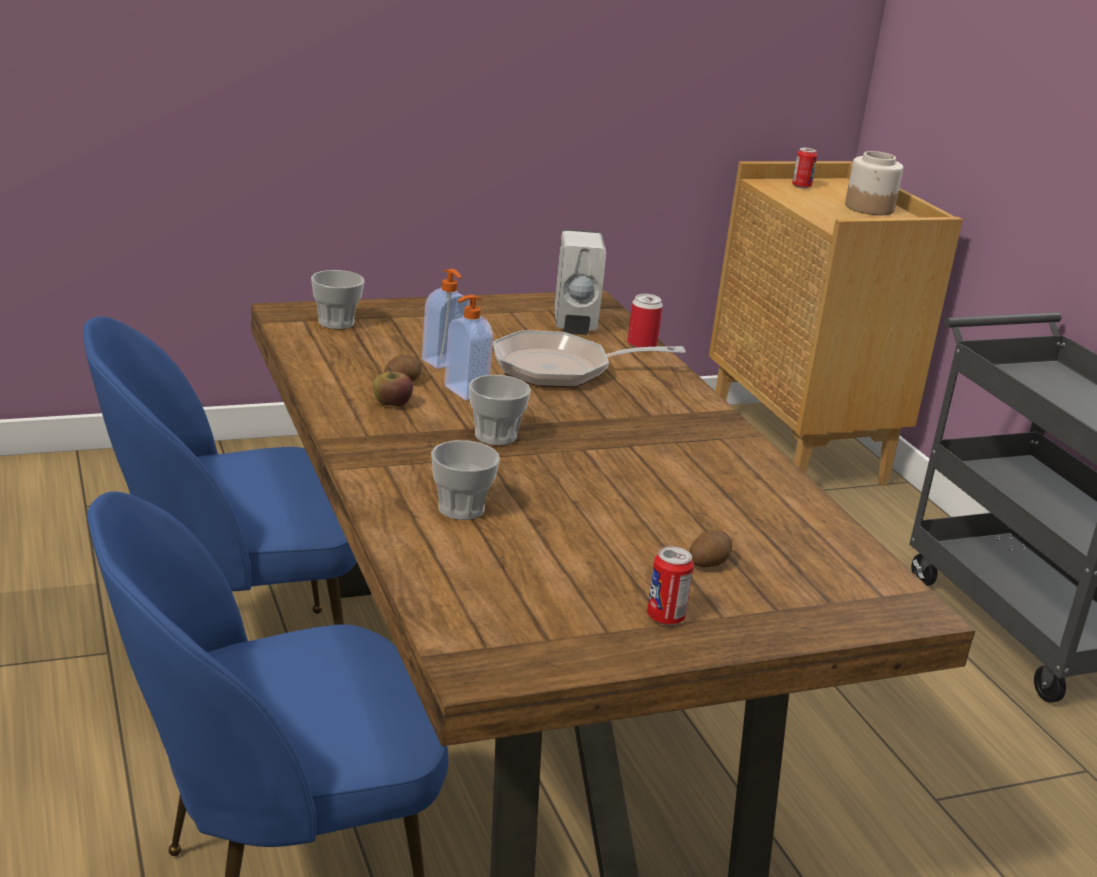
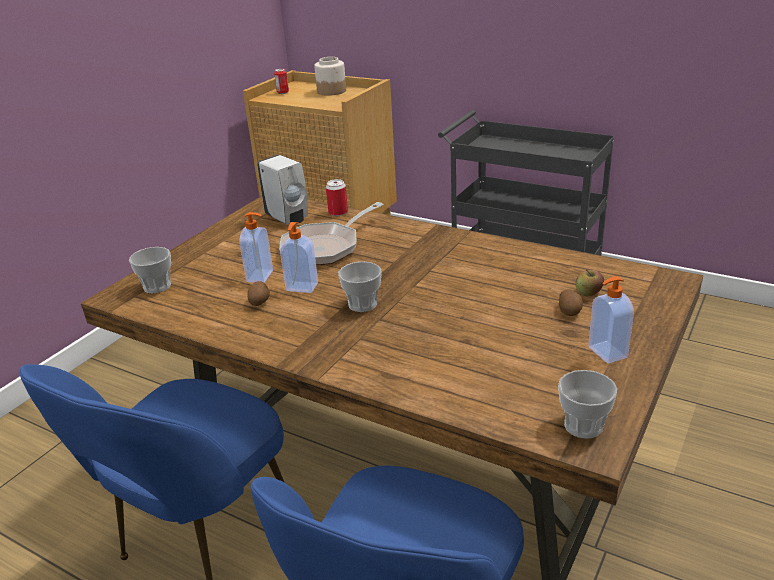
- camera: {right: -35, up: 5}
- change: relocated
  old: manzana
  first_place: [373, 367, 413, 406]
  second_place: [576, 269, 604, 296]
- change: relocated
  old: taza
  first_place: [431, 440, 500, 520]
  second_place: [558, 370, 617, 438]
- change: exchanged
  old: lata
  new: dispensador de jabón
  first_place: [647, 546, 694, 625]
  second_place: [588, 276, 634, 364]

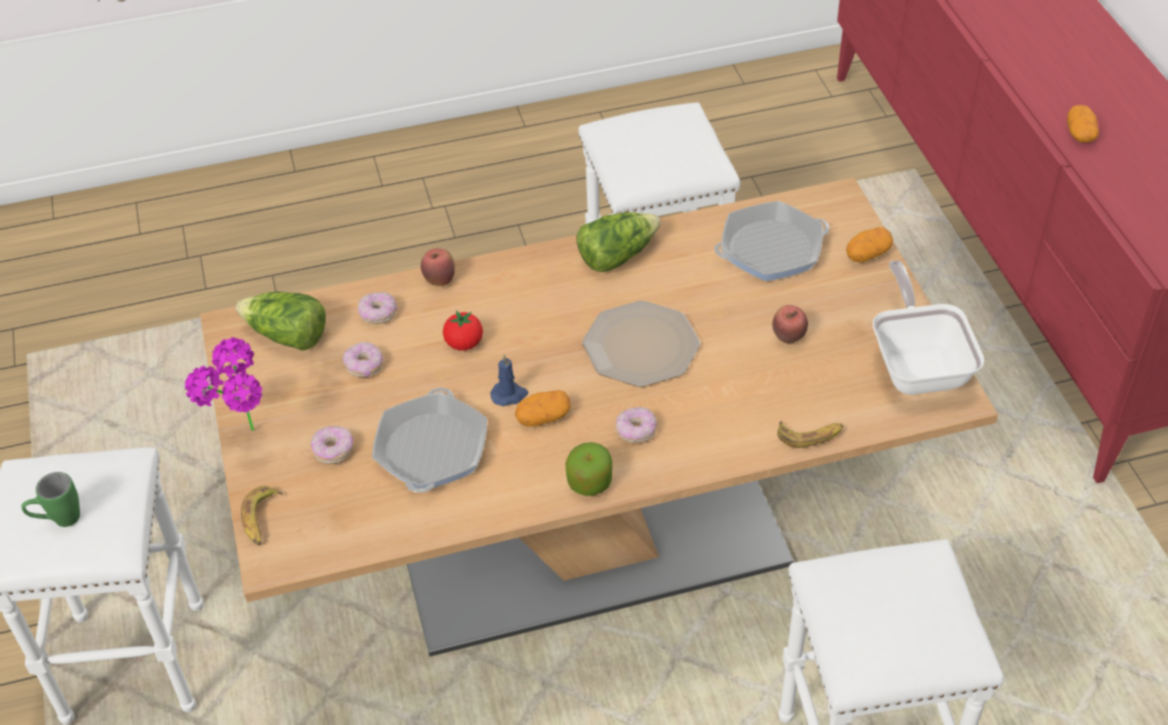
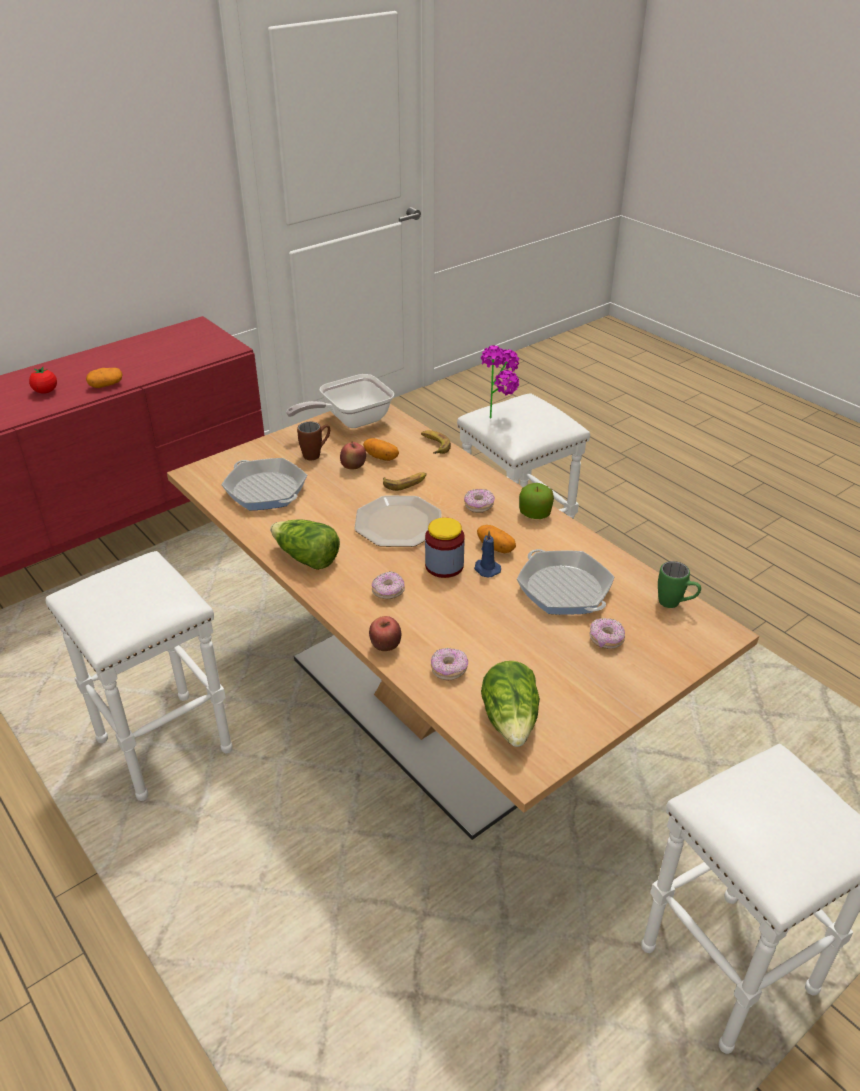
- camera: {right: -115, up: -10}
- change: relocated
  old: patata
  first_place: [846, 227, 893, 263]
  second_place: [363, 438, 399, 461]
- change: relocated
  old: tomate
  first_place: [443, 310, 483, 351]
  second_place: [29, 367, 57, 394]
- change: relocated
  old: planta en maceta
  first_place: [185, 337, 263, 431]
  second_place: [481, 345, 519, 418]
- change: relocated
  old: rosquilla
  first_place: [343, 342, 384, 378]
  second_place: [372, 571, 405, 599]
- change: spun
  old: sartén
  first_place: [372, 388, 487, 493]
  second_place: [517, 549, 614, 615]
  degrees: 75
- change: relocated
  old: taza grande/verde
  first_place: [21, 472, 80, 527]
  second_place: [658, 561, 701, 608]
- change: relocated
  old: plátano
  first_place: [241, 486, 283, 545]
  second_place: [383, 472, 427, 491]
- change: appeared
  new: taza grande/marrón
  second_place: [297, 422, 330, 460]
- change: appeared
  new: tarro
  second_place: [425, 517, 465, 578]

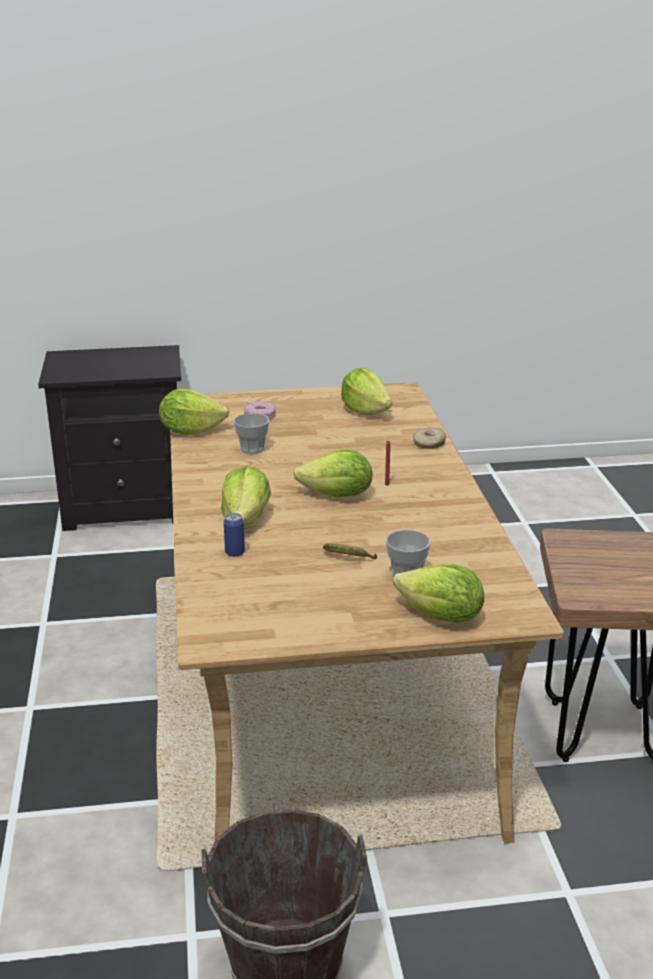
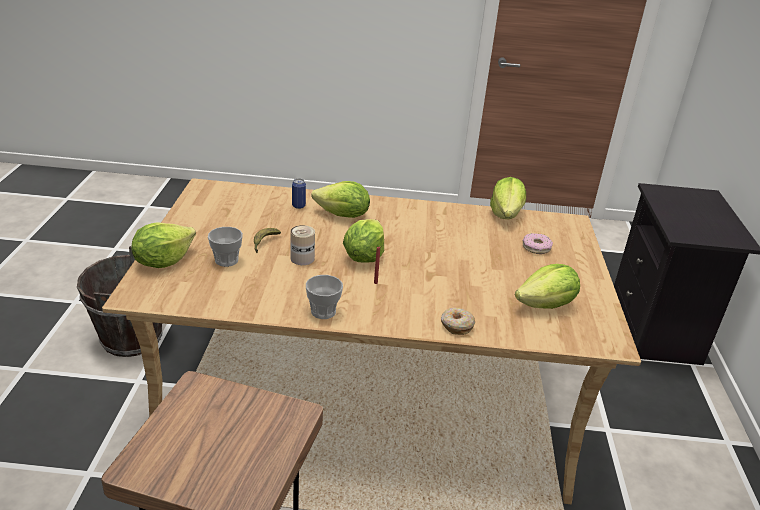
- camera: {right: 100, up: 5}
- change: relocated
  old: taza
  first_place: [233, 413, 270, 454]
  second_place: [306, 275, 343, 319]
- change: appeared
  new: lata
  second_place: [291, 225, 315, 265]

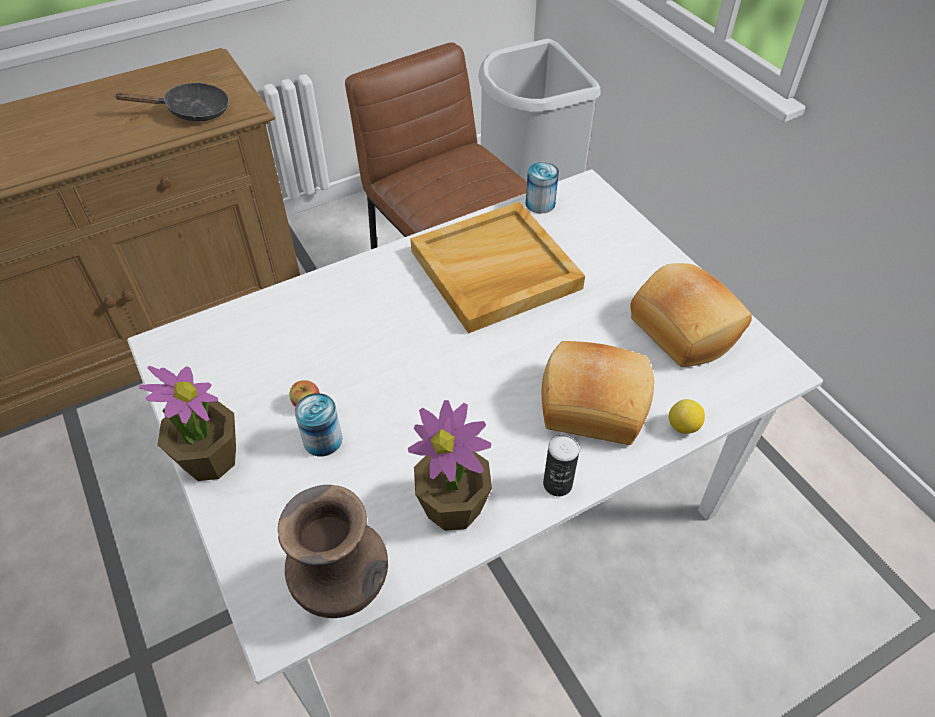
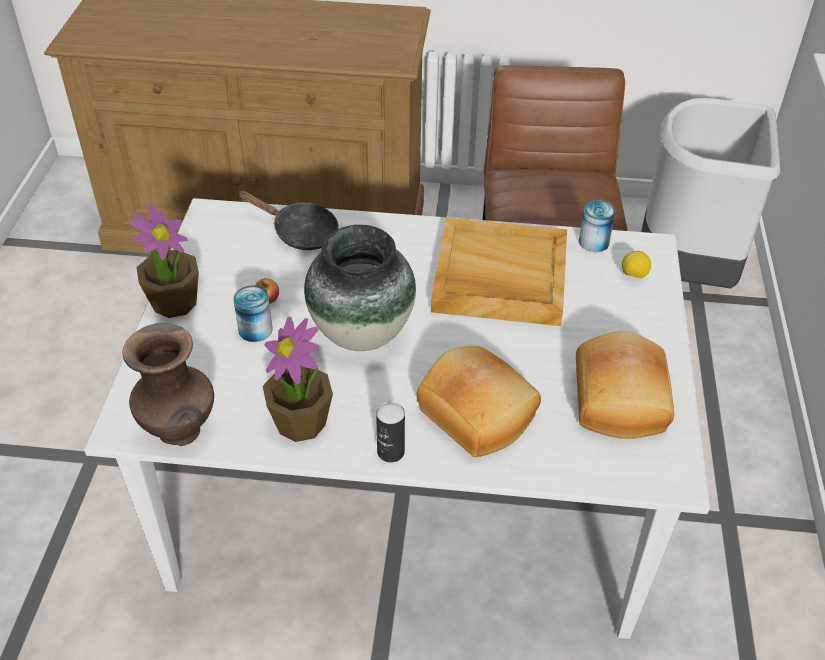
- camera: {right: 35, up: -5}
- change: relocated
  old: sartén/negro
  first_place: [113, 82, 229, 121]
  second_place: [238, 191, 338, 250]
- change: relocated
  old: limón
  first_place: [669, 399, 705, 434]
  second_place: [622, 251, 651, 279]
- change: appeared
  new: florero
  second_place: [304, 225, 416, 351]

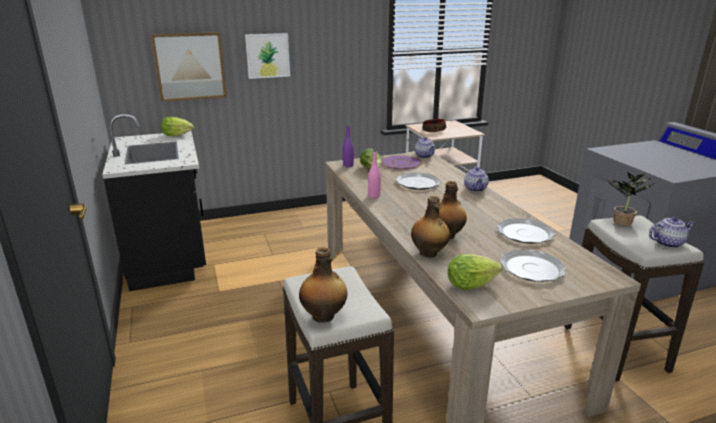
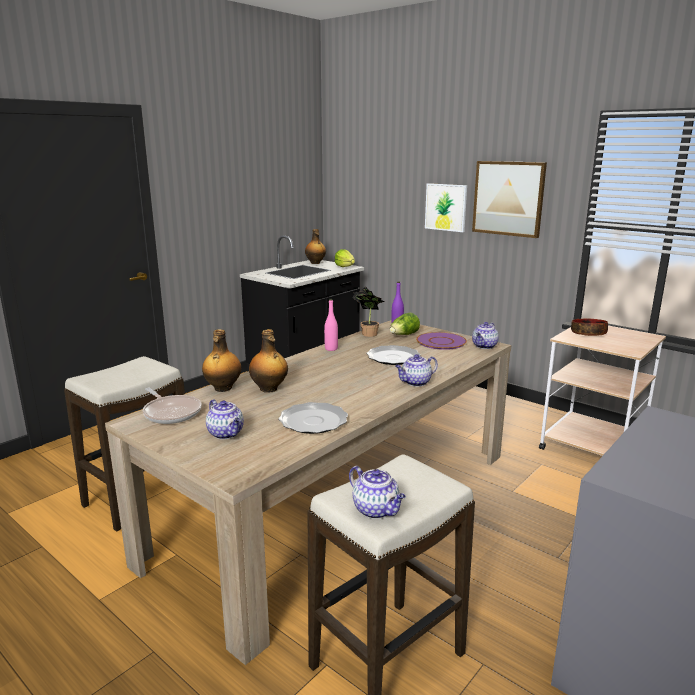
- camera: {right: 60, up: -5}
- change: relocated
  old: cuadro
  first_place: [151, 32, 226, 102]
  second_place: [472, 161, 547, 238]
- change: relocated
  old: planta en maceta
  first_place: [607, 172, 655, 226]
  second_place: [352, 287, 385, 337]
- change: relocated
  old: botella
  first_place: [299, 247, 347, 323]
  second_place: [305, 229, 326, 264]
- change: exchanged
  old: plato
  new: tetera
  first_place: [500, 249, 566, 282]
  second_place: [206, 399, 244, 439]
- change: exchanged
  old: lechuga
  new: sartén
  first_place: [448, 254, 502, 290]
  second_place: [143, 388, 202, 424]

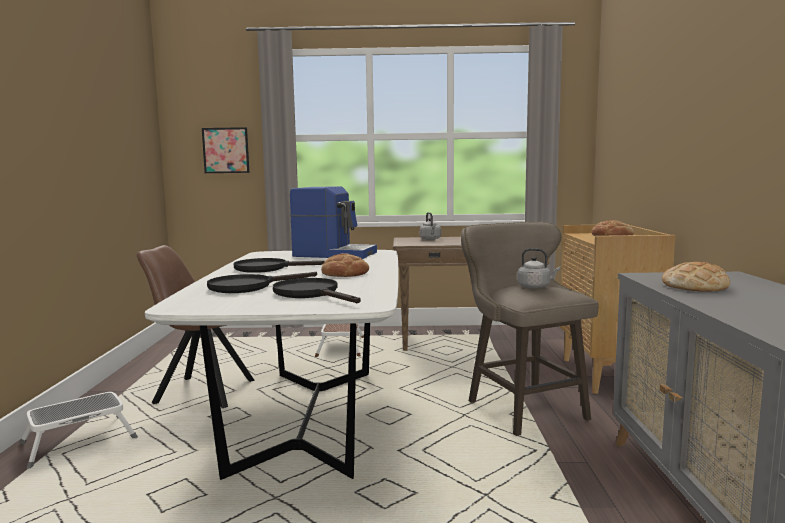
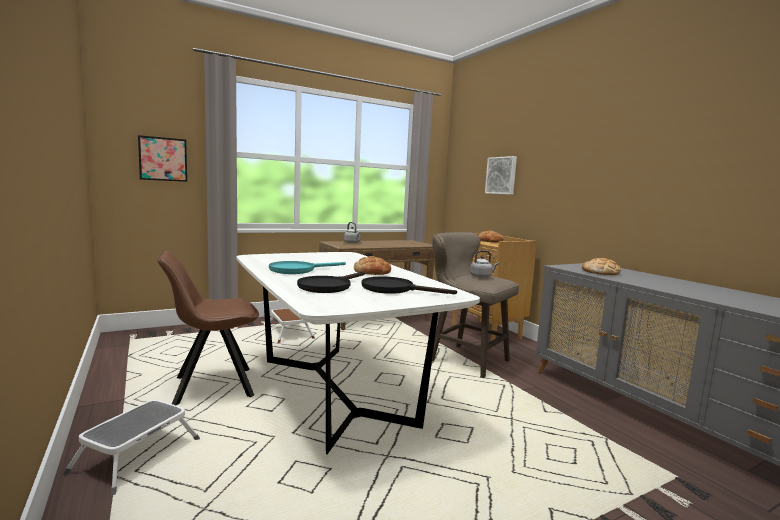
- camera: {right: -30, up: 0}
- change: missing
  old: cafetera
  first_place: [290, 187, 377, 259]
- change: colour
  old: sartén/negro
  new: sartén/turquesa
  first_place: [234, 258, 325, 273]
  second_place: [269, 261, 346, 274]
- change: appeared
  new: cuadro
  second_place: [485, 156, 517, 195]

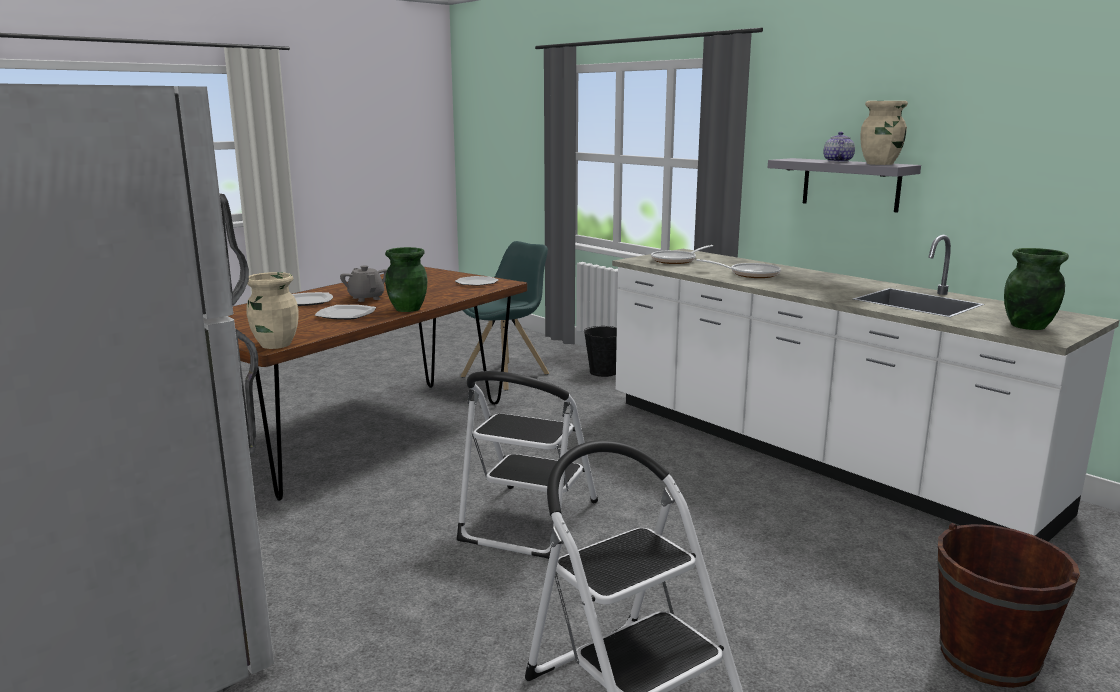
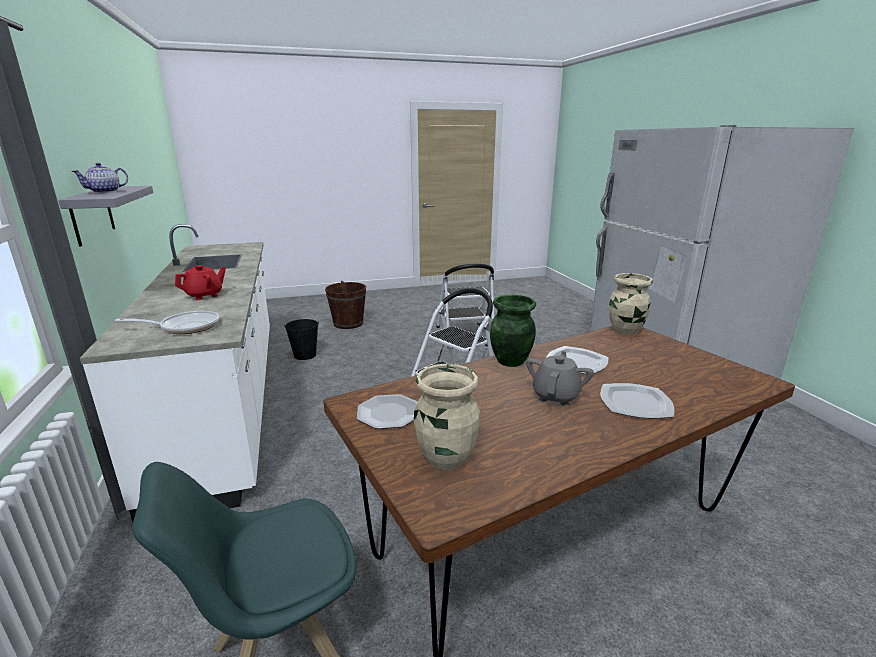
- camera: {right: -155, up: 5}
- change: relocated
  old: florero/beis
  first_place: [861, 101, 908, 165]
  second_place: [414, 364, 480, 470]
- change: missing
  old: florero/verde
  first_place: [1004, 248, 1069, 330]
- change: exchanged
  old: sartén
  new: tetera/rojo
  first_place: [696, 259, 781, 278]
  second_place: [175, 265, 226, 300]
- change: spun
  old: tetera/gris
  first_place: [340, 265, 387, 302]
  second_place: [526, 351, 594, 406]
  degrees: -150
- change: relocated
  old: cubo/negro
  first_place: [584, 326, 617, 377]
  second_place: [285, 319, 319, 360]

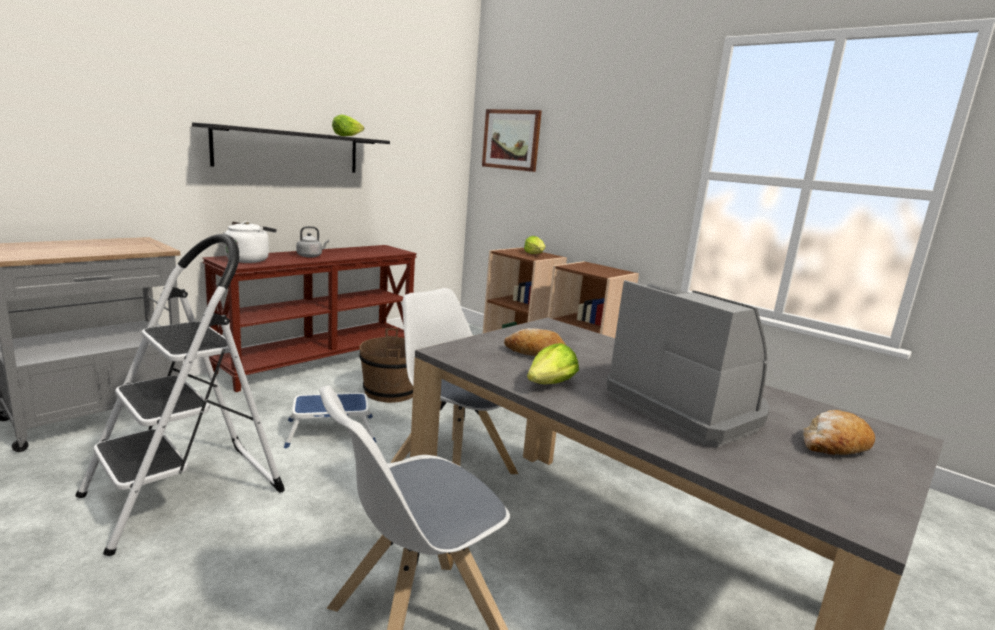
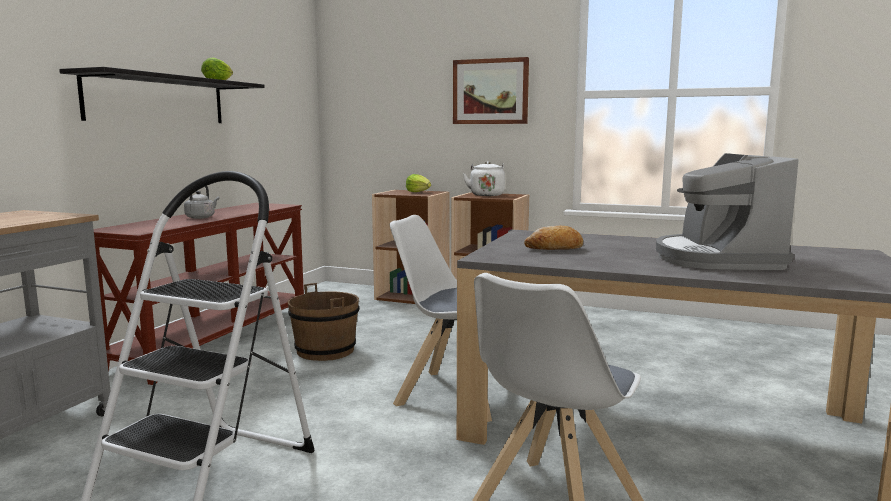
- camera: {right: -20, up: -5}
- change: relocated
  old: cuadro
  first_place: [482, 109, 542, 172]
  second_place: [453, 57, 529, 124]
- change: relocated
  old: hervidor/blanco
  first_place: [223, 221, 277, 263]
  second_place: [463, 161, 505, 196]
- change: spun
  old: cafetera
  first_place: [606, 280, 770, 447]
  second_place: [656, 153, 799, 270]
  degrees: -120
- change: missing
  old: lechuga
  first_place: [527, 343, 579, 384]
- change: missing
  old: escalera de tijera/azul
  first_place: [284, 393, 376, 449]
- change: missing
  old: pan
  first_place: [803, 410, 875, 455]

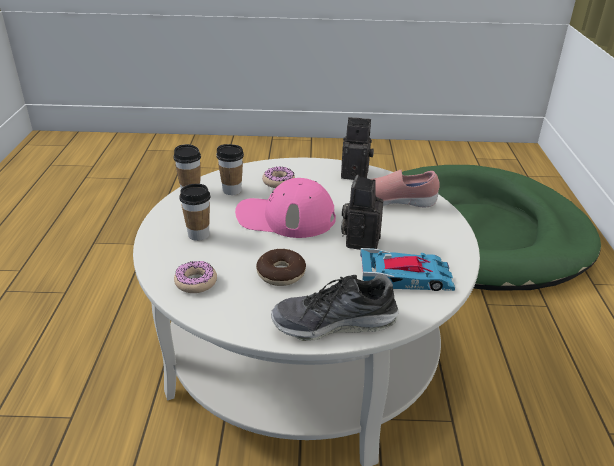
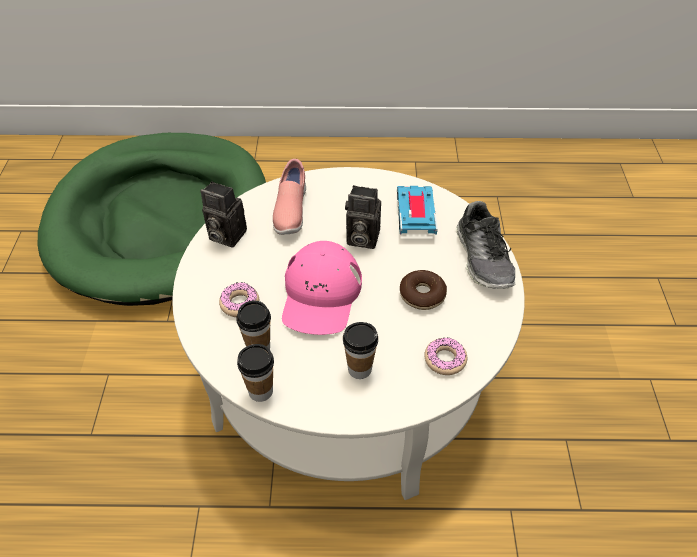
- camera: {right: -90, up: 15}
- change: spun
  old: cámara
  first_place: [341, 117, 374, 180]
  second_place: [201, 182, 247, 248]
  degrees: -75

